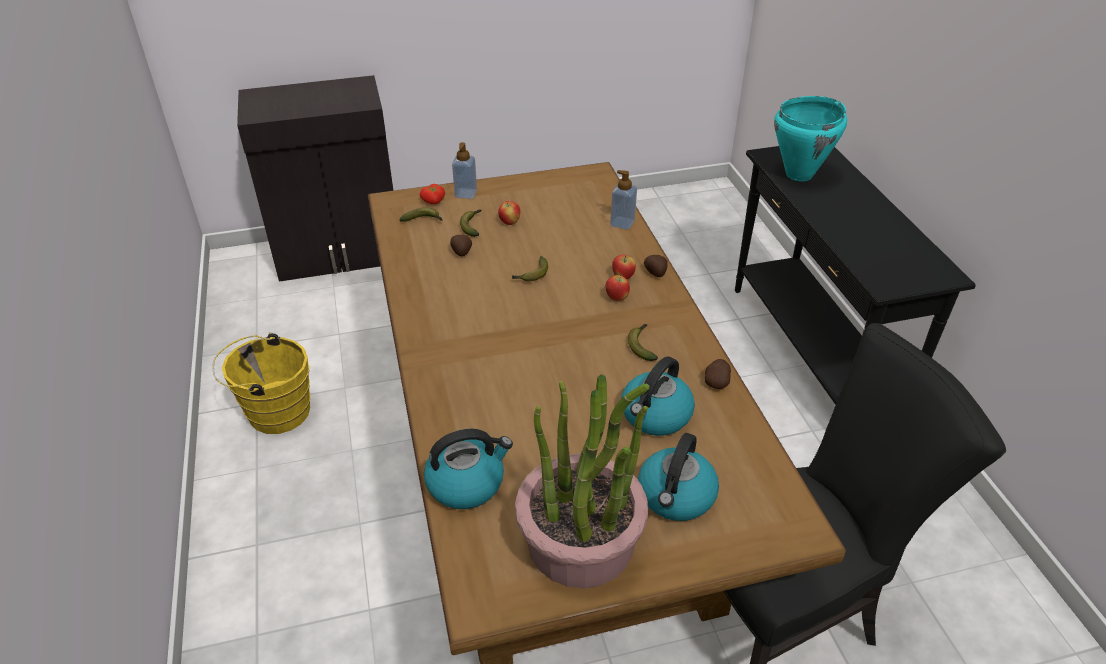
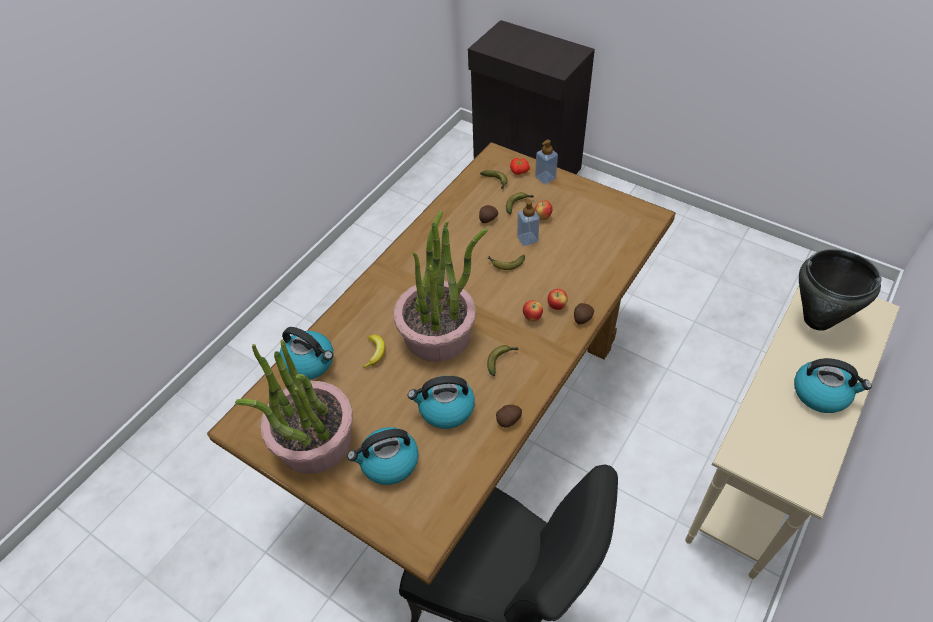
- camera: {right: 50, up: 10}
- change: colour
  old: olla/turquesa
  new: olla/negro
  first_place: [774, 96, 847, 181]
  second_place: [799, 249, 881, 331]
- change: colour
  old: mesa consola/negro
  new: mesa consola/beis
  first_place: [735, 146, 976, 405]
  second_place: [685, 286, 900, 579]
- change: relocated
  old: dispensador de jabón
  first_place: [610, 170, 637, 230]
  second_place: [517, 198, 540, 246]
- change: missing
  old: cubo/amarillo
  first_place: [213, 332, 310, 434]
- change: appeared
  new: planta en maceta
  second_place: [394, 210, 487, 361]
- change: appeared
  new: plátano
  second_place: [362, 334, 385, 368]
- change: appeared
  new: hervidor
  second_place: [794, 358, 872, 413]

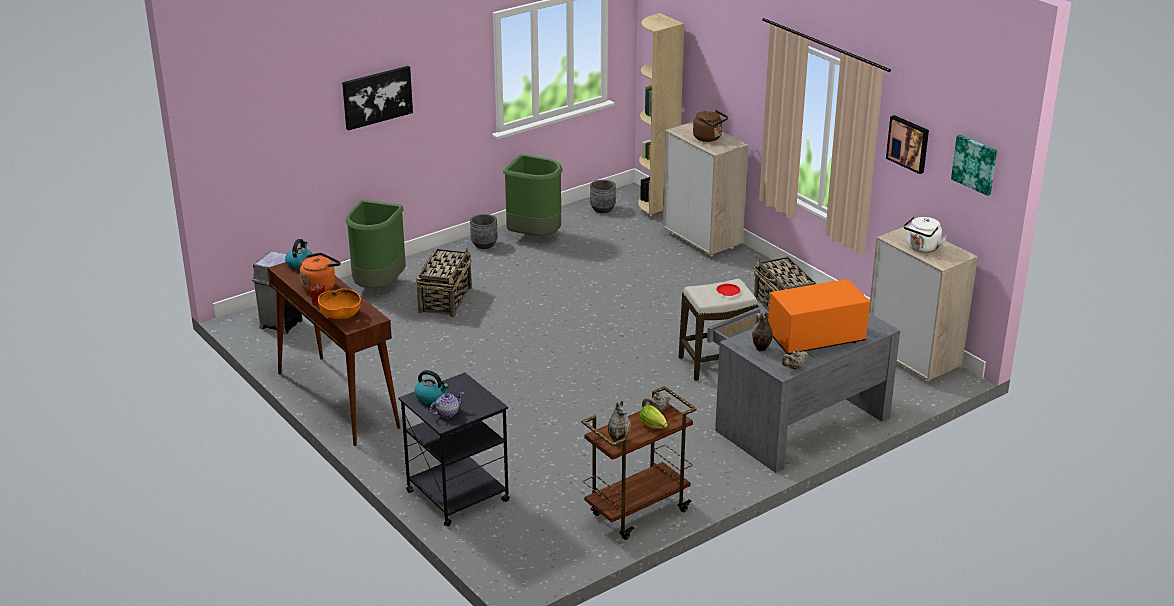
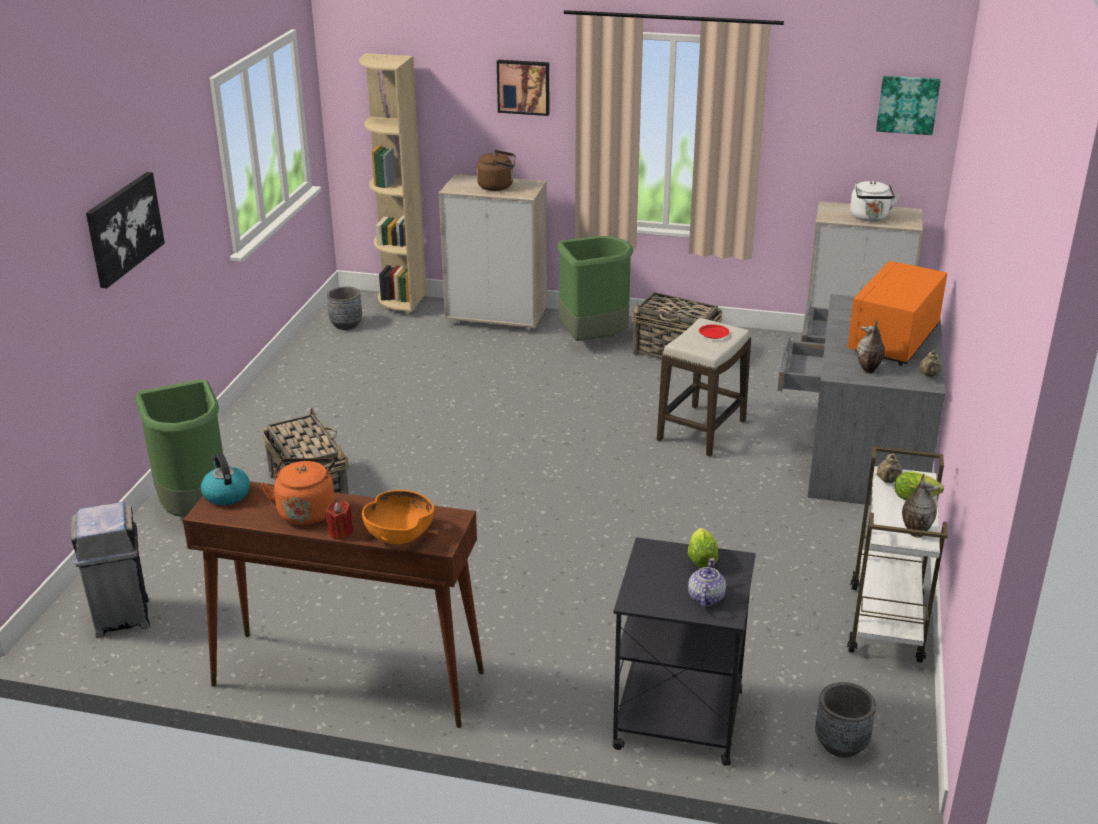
- camera: {right: -40, up: 0}
- change: relocated
  old: cuadro
  first_place: [886, 115, 929, 174]
  second_place: [497, 60, 549, 116]
- change: relocated
  old: papelera/verde
  first_place: [503, 154, 563, 236]
  second_place: [557, 236, 633, 341]
- change: relocated
  old: maceta/gris
  first_place: [470, 214, 498, 249]
  second_place: [815, 682, 876, 758]
- change: missing
  old: hervidor
  first_place: [415, 370, 449, 404]
- change: colour
  old: carrito/marrón
  new: carrito/blanco
  first_place: [581, 386, 697, 540]
  second_place: [846, 446, 948, 662]
- change: appeared
  new: lechuga
  second_place: [688, 528, 718, 568]

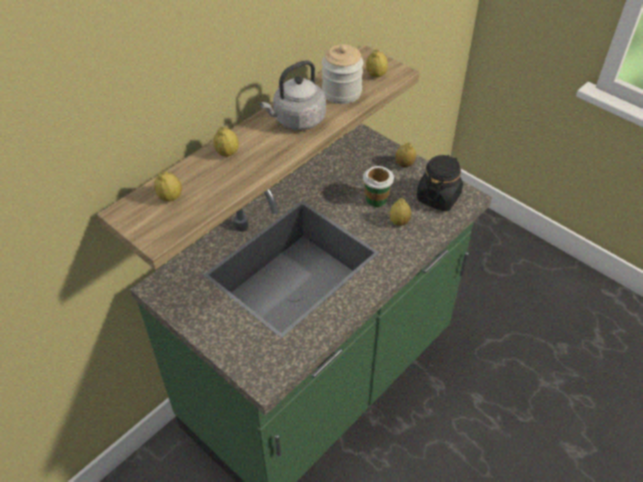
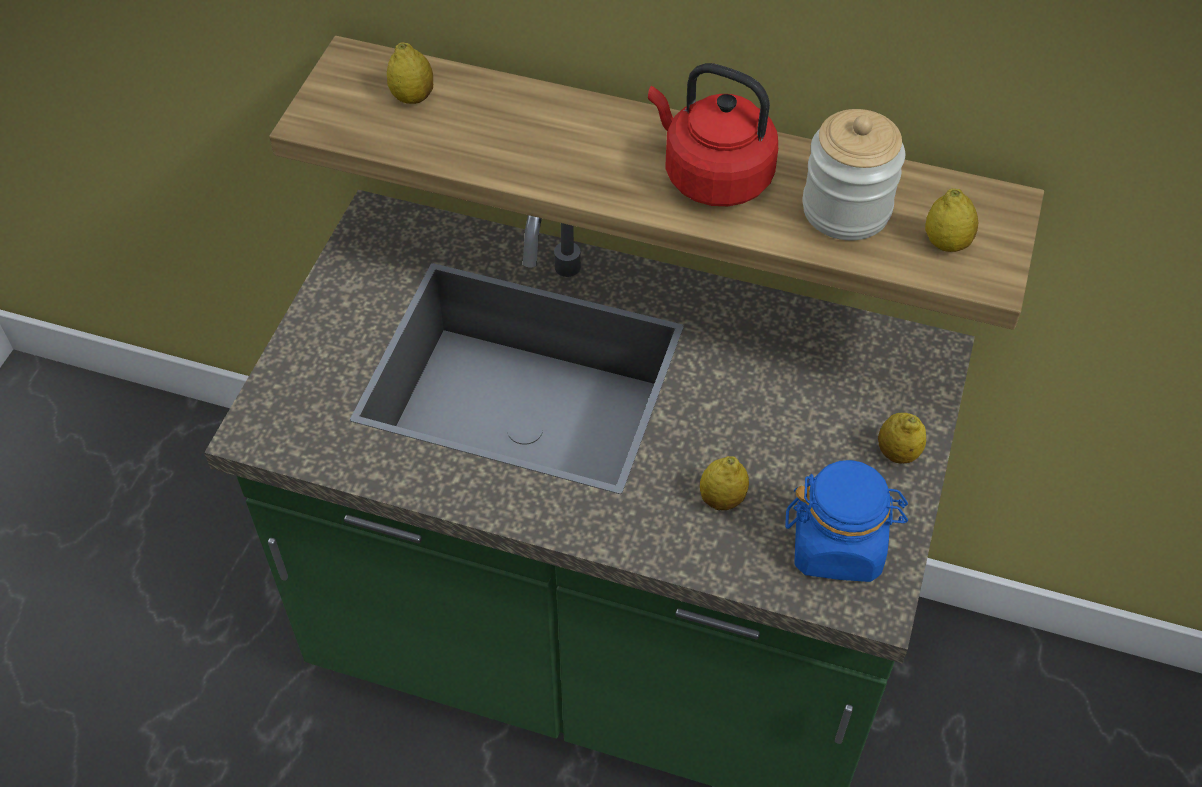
- camera: {right: 65, up: 5}
- change: colour
  old: hervidor/gris
  new: hervidor/rojo
  first_place: [260, 60, 326, 130]
  second_place: [648, 63, 778, 206]
- change: missing
  old: limón
  first_place: [213, 127, 239, 156]
- change: colour
  old: tarro/negro
  new: tarro/azul
  first_place: [416, 155, 463, 211]
  second_place: [785, 460, 908, 582]
- change: missing
  old: taza
  first_place: [363, 166, 394, 207]

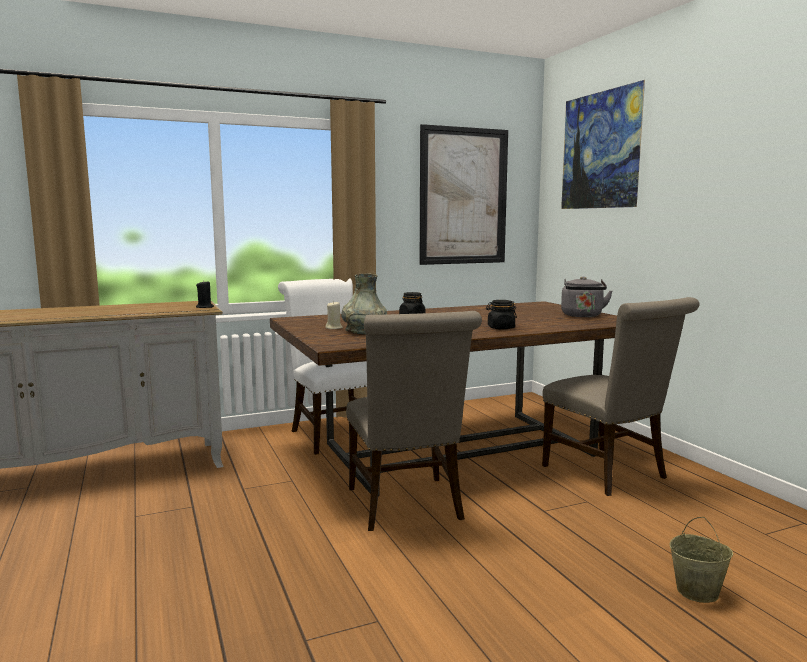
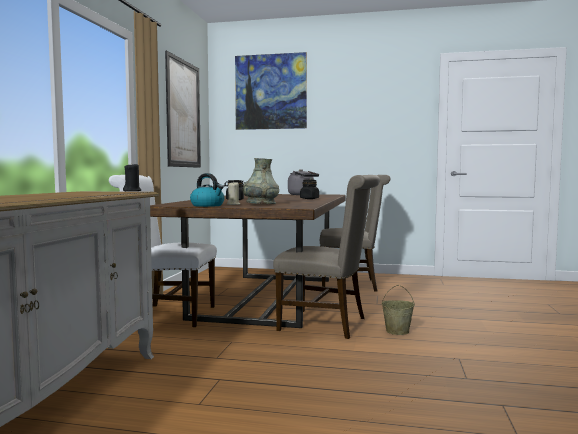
- camera: {right: -55, up: -5}
- change: relocated
  old: cubo/beis
  first_place: [670, 517, 733, 603]
  second_place: [382, 285, 415, 335]
- change: appeared
  new: hervidor
  second_place: [190, 173, 225, 207]

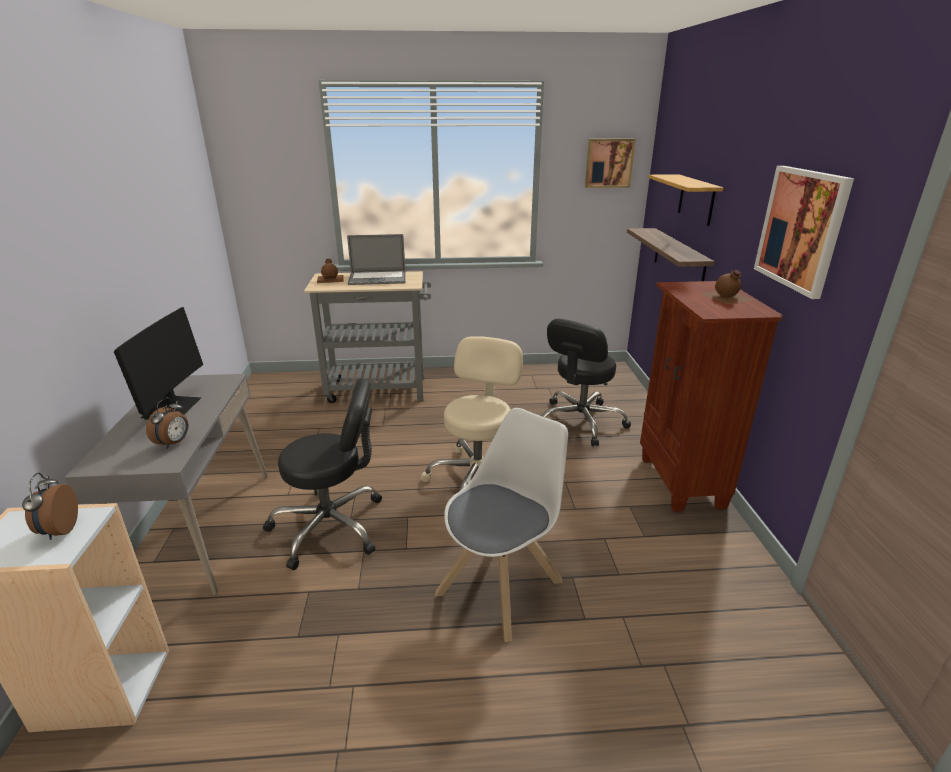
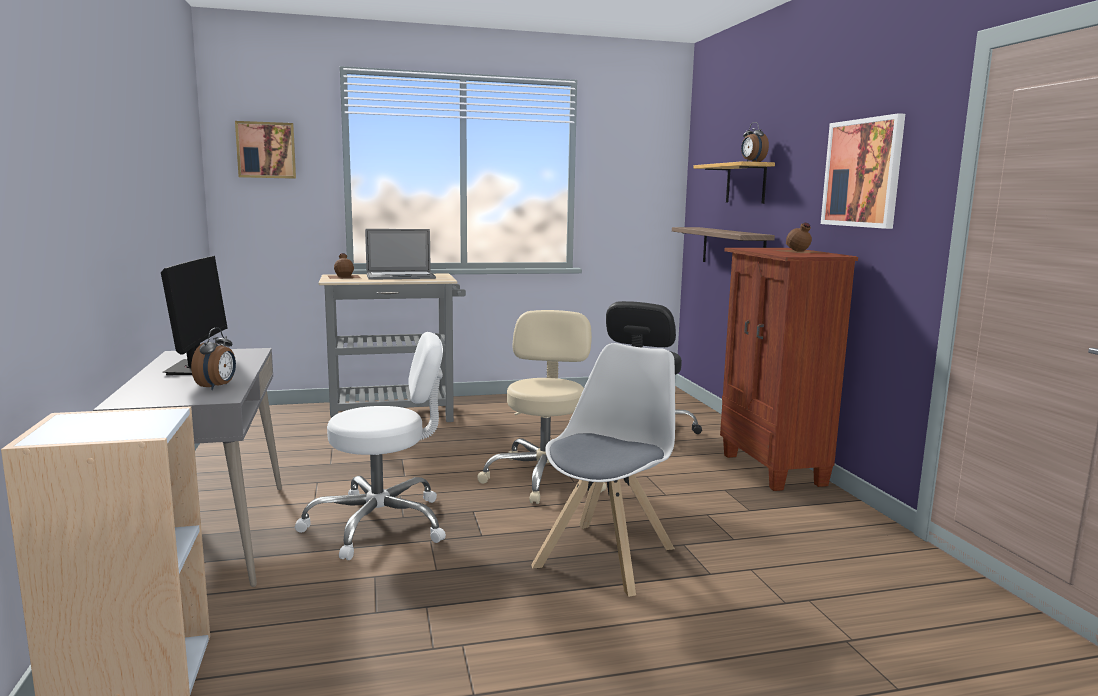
- camera: {right: -10, up: -15}
- change: relocated
  old: cuadro
  first_place: [585, 139, 636, 188]
  second_place: [235, 121, 296, 179]
- change: colour
  old: silla de oficina/negro
  new: silla de oficina/blanco
  first_place: [263, 378, 382, 570]
  second_place: [295, 332, 446, 560]
- change: relocated
  old: despertador
  first_place: [22, 473, 78, 540]
  second_place: [741, 122, 769, 162]

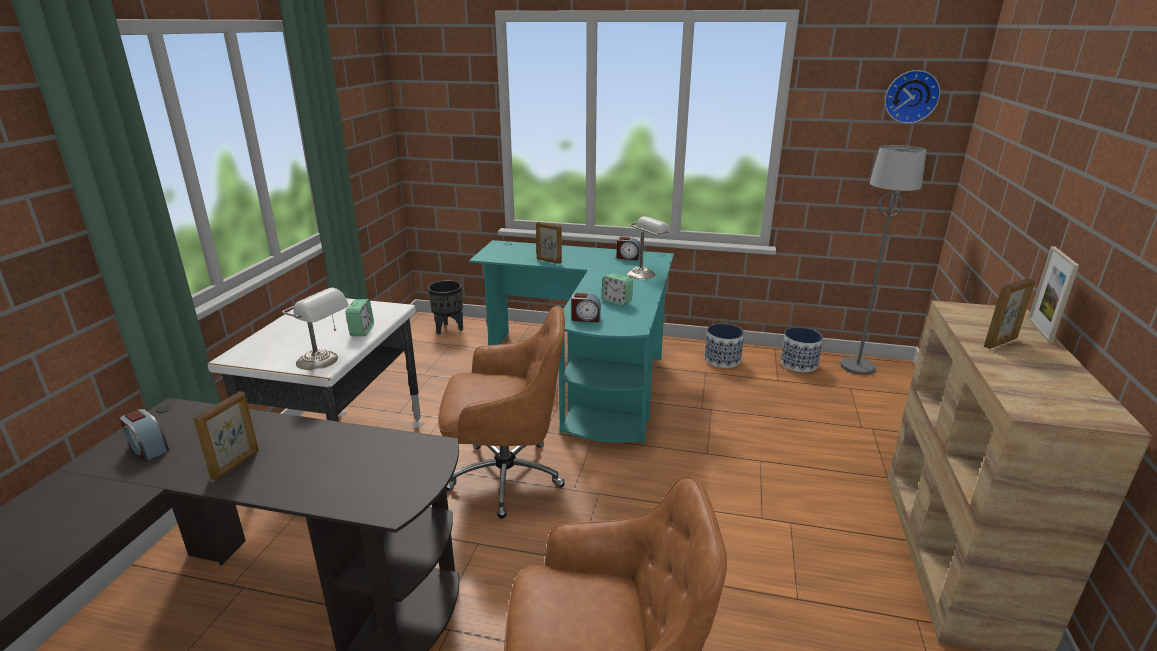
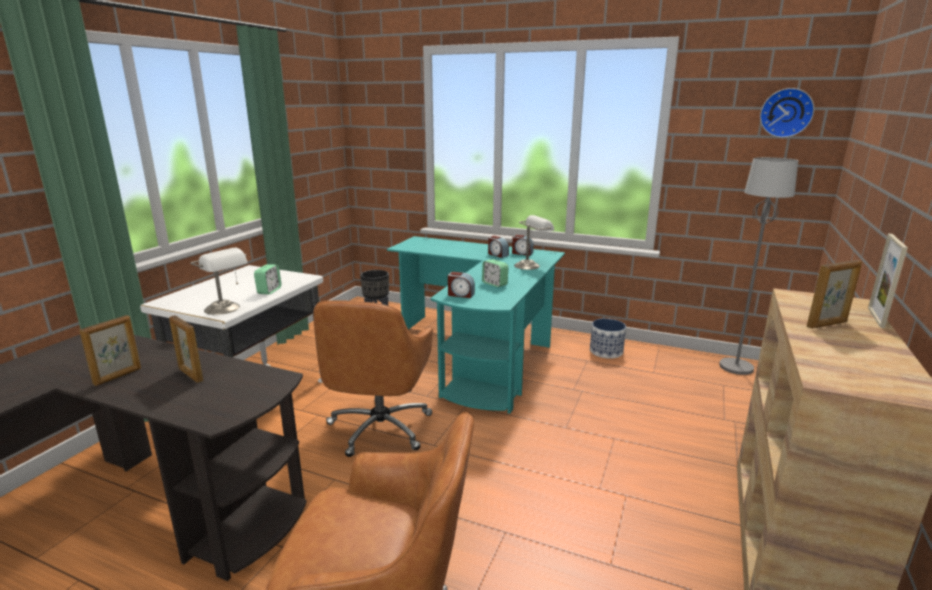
- camera: {right: 10, up: -5}
- change: relocated
  old: portarretratos
  first_place: [536, 222, 562, 264]
  second_place: [169, 315, 203, 383]
- change: spun
  old: silla de oficina/marrón
  first_place: [438, 305, 565, 519]
  second_place: [313, 300, 433, 457]
  degrees: 90
- change: missing
  old: maceta
  first_place: [780, 327, 823, 372]
- change: relocated
  old: despertador
  first_place: [120, 409, 169, 461]
  second_place: [488, 236, 509, 258]

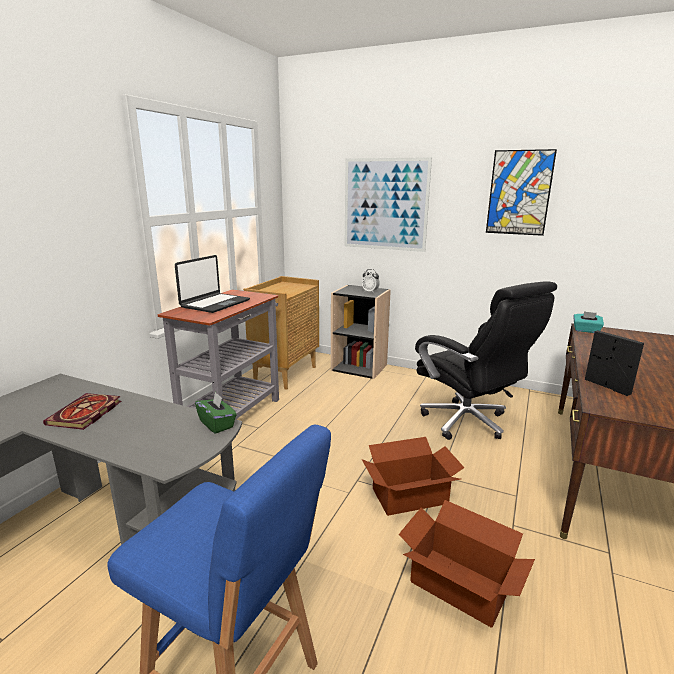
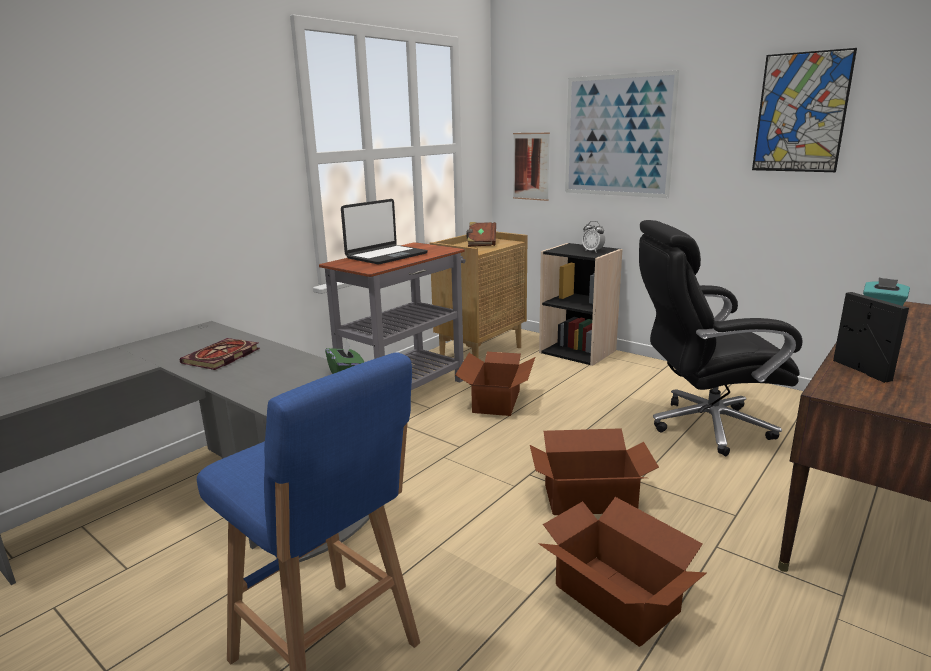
- camera: {right: 15, up: 0}
- change: spun
  old: silla de oficina/negro
  first_place: [415, 281, 557, 440]
  second_place: [639, 220, 803, 456]
  degrees: 105
- change: appeared
  new: cuadro
  second_place: [513, 133, 550, 201]
- change: appeared
  new: libro/marrón
  second_place: [466, 222, 496, 247]
- change: appeared
  new: caja de cartón
  second_place: [455, 352, 535, 416]

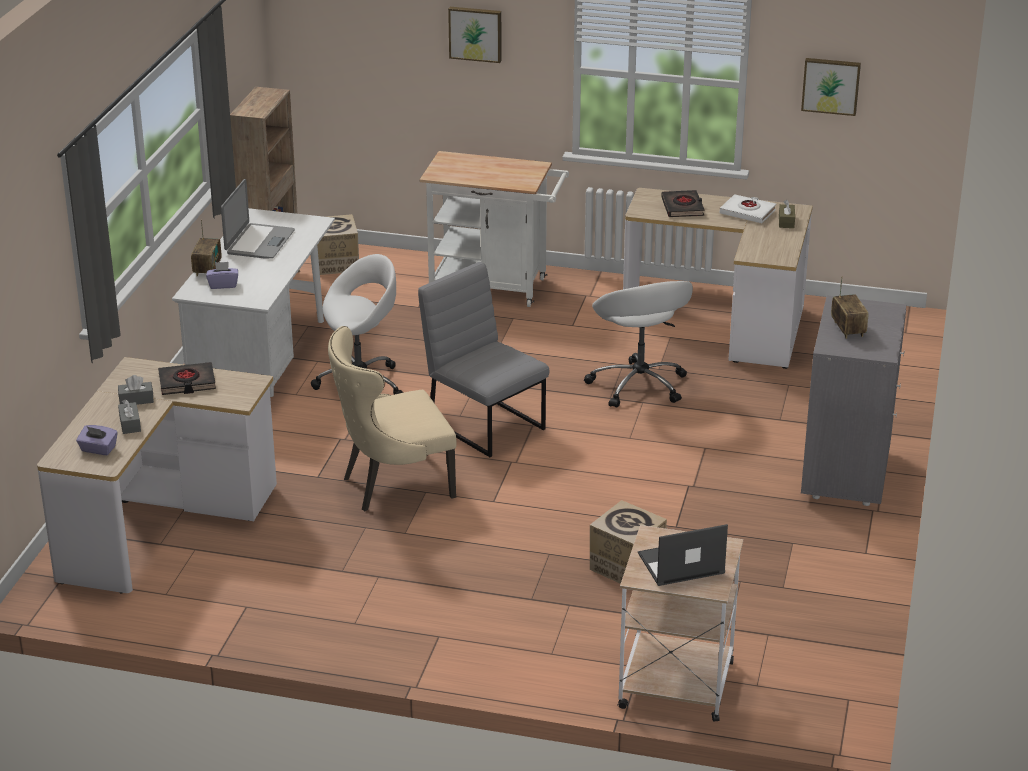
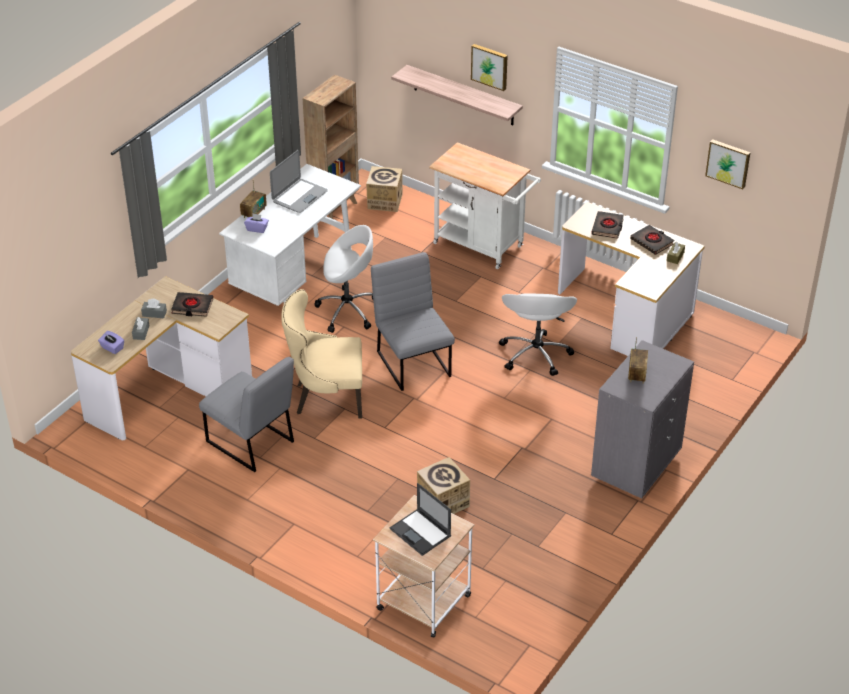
- camera: {right: 20, up: 10}
- change: colour
  old: libro/blanco
  new: libro/negro
  first_place: [720, 194, 776, 223]
  second_place: [631, 225, 674, 255]
- change: spun
  old: portátil
  first_place: [638, 524, 728, 586]
  second_place: [390, 483, 451, 556]
  degrees: -135
- change: appeared
  new: estante
  second_place: [391, 65, 523, 125]
- change: appeared
  new: silla/gris
  second_place: [199, 357, 294, 472]

